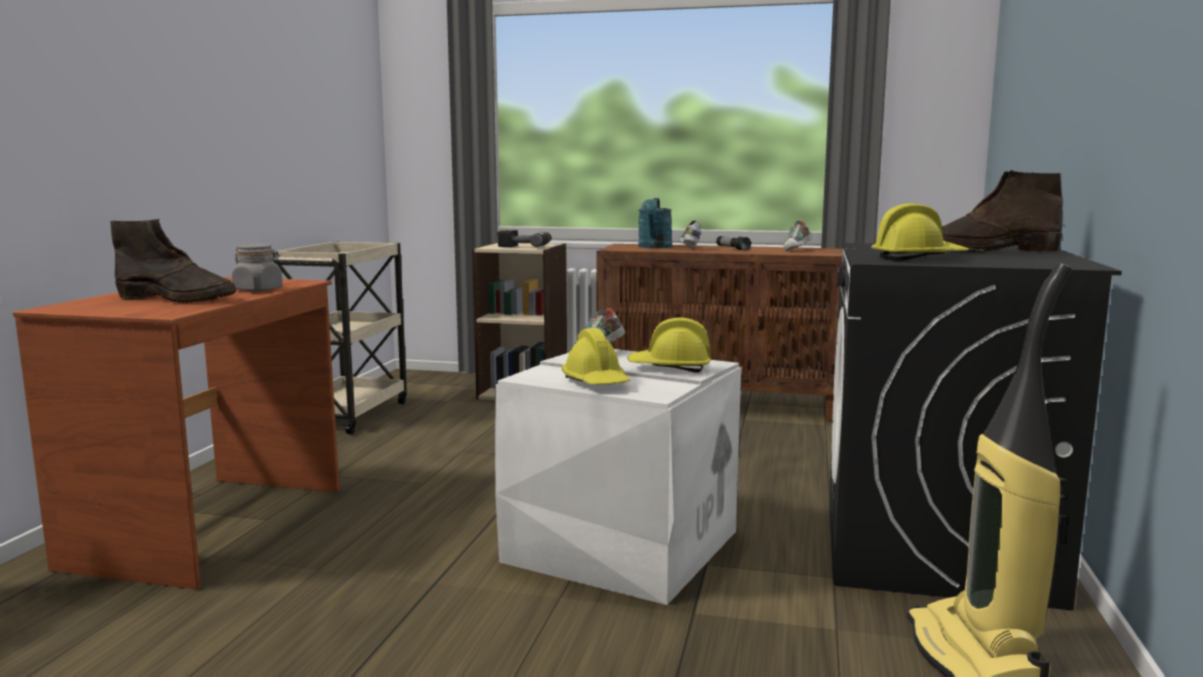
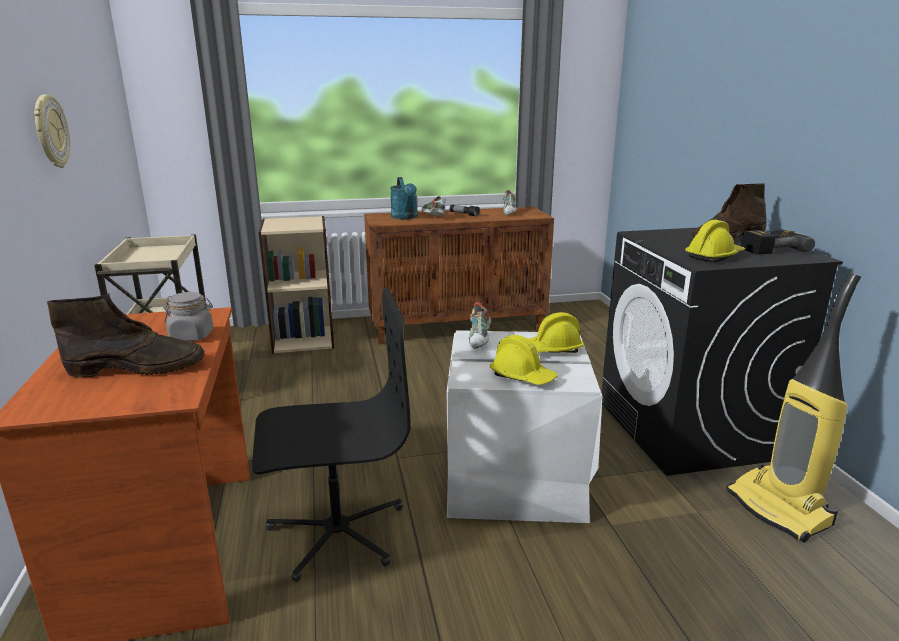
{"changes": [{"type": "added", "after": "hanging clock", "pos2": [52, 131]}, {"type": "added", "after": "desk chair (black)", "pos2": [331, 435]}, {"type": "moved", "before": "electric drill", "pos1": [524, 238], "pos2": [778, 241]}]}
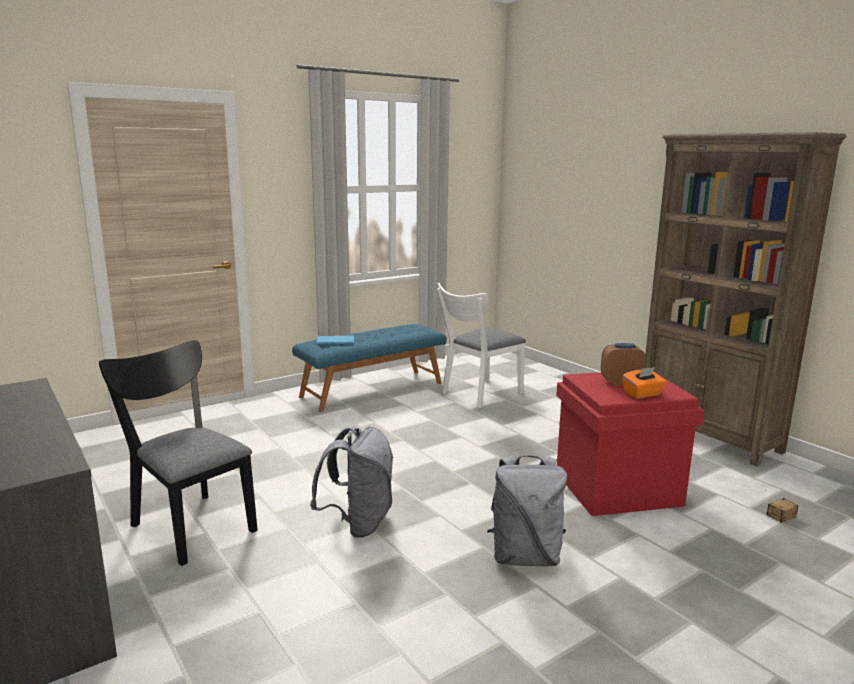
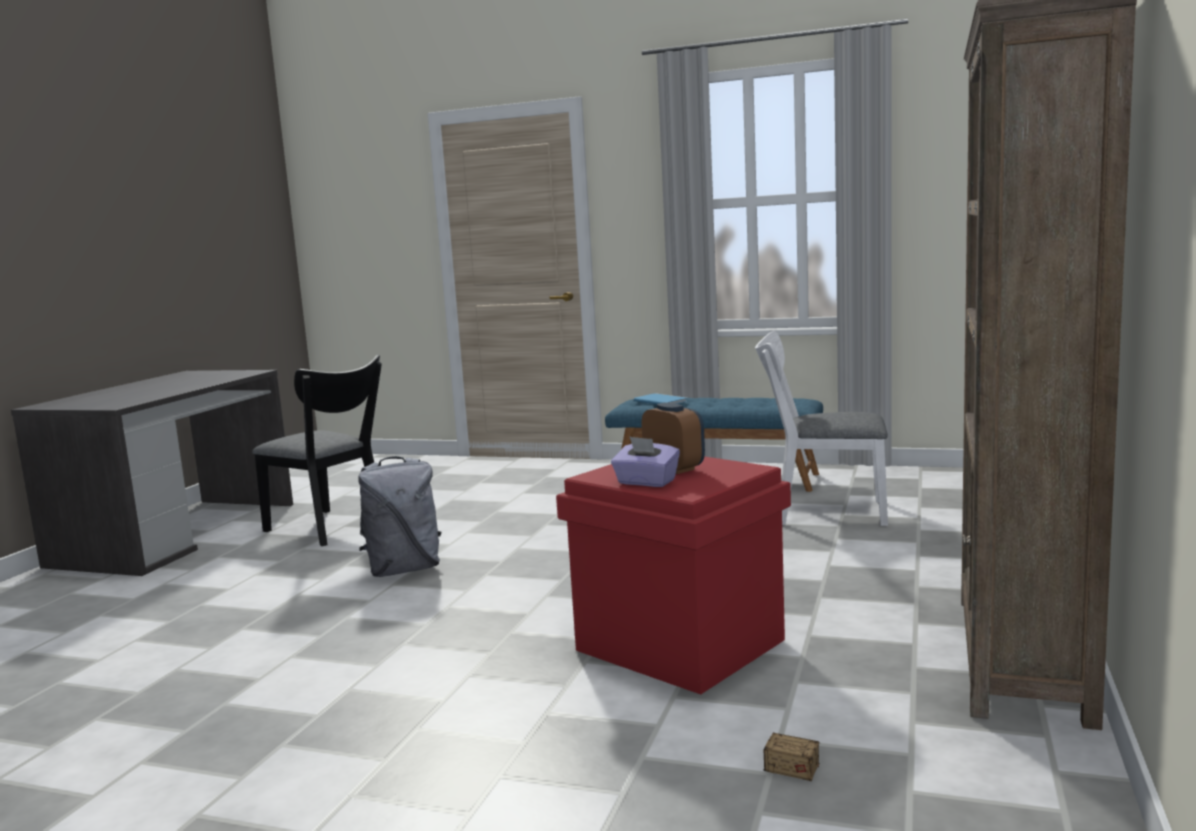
{"changes": [{"type": "turned", "before": "upright chair (black)", "pos1": [178, 453], "pos2": [317, 450], "turn": 120}, {"type": "recoloured", "before": "tissue holder (orangey)", "after": "tissue holder (purplish)", "pos1": [644, 383], "pos2": [645, 461]}, {"type": "removed", "before": "knapsack (greyish)", "pos1": [527, 510]}]}
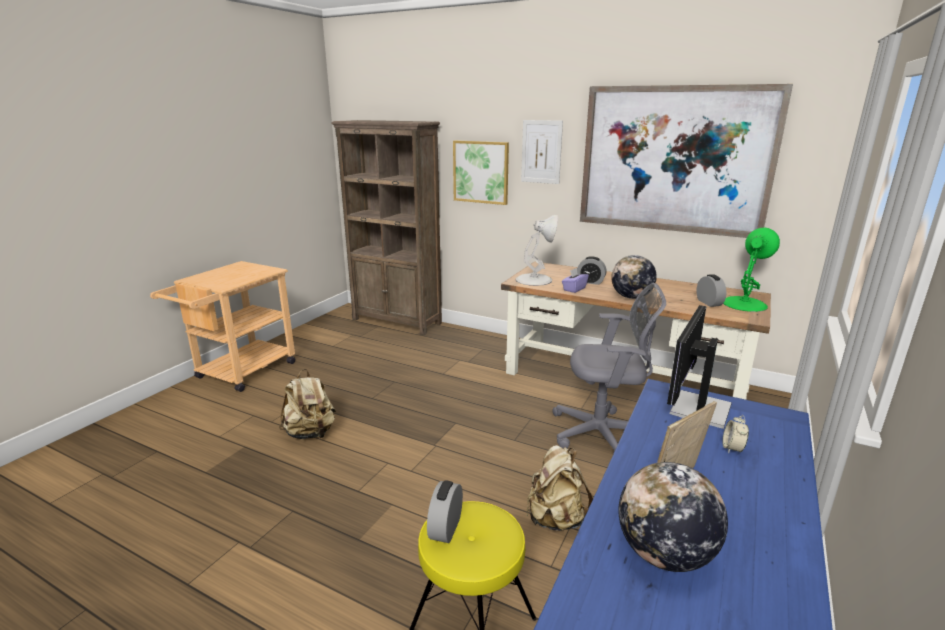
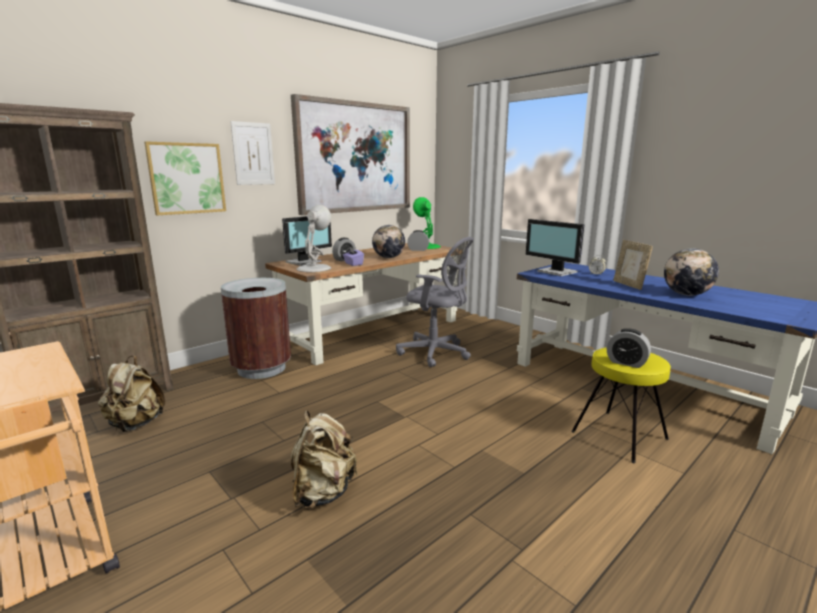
{"changes": [{"type": "moved", "before": "knapsack (sand-coloured)", "pos1": [560, 488], "pos2": [132, 393]}, {"type": "added", "after": "rubbish bin (brownish)", "pos2": [256, 328]}, {"type": "added", "after": "computer display", "pos2": [307, 241]}, {"type": "turned", "before": "desk chair (greyish)", "pos1": [609, 367], "pos2": [435, 302], "turn": 90}]}
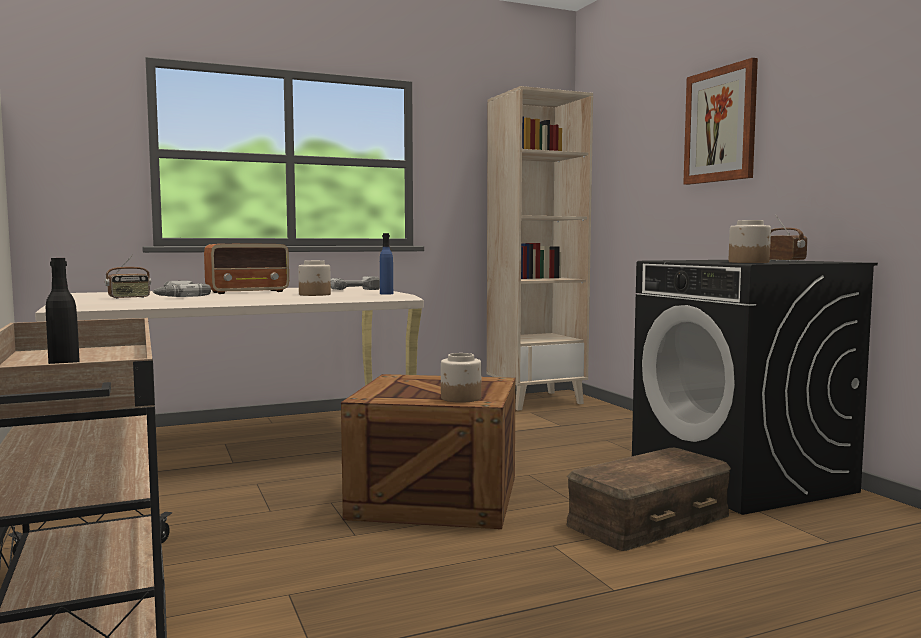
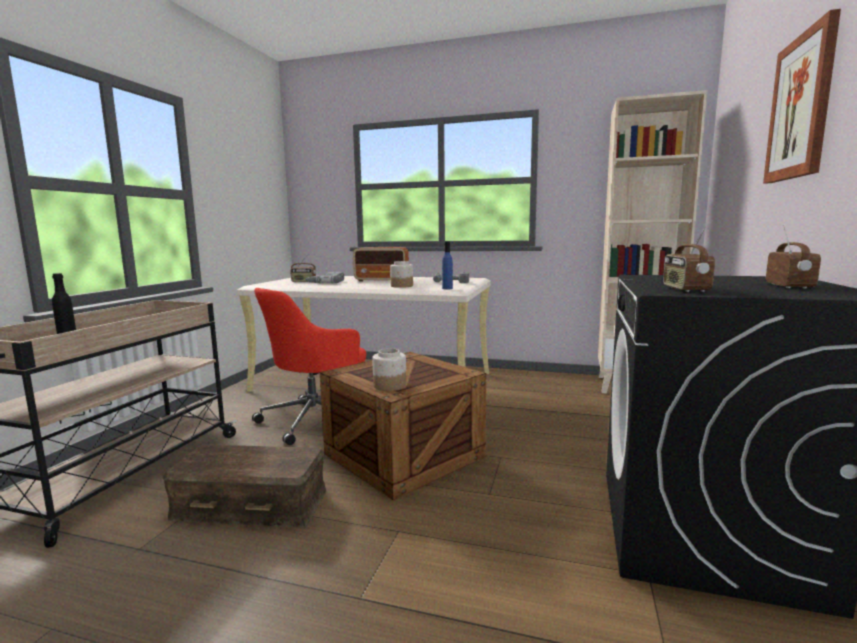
{"changes": [{"type": "moved", "before": "storage bin (brownish)", "pos1": [649, 499], "pos2": [244, 485]}, {"type": "added", "after": "desk chair (red-coloured)", "pos2": [309, 366]}, {"type": "replaced", "before": "preserve jar", "after": "radio", "pos1": [750, 241], "pos2": [689, 259]}]}
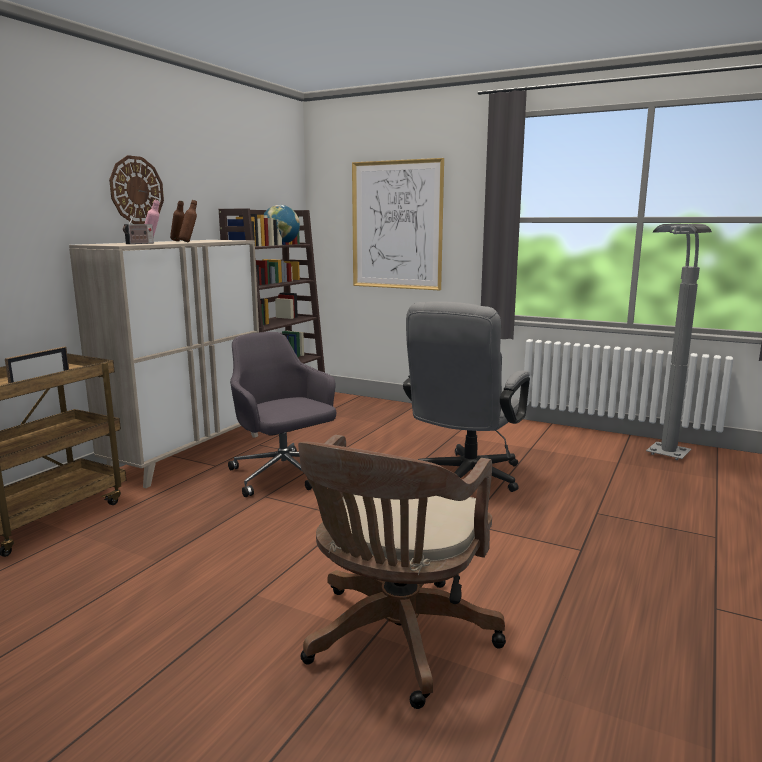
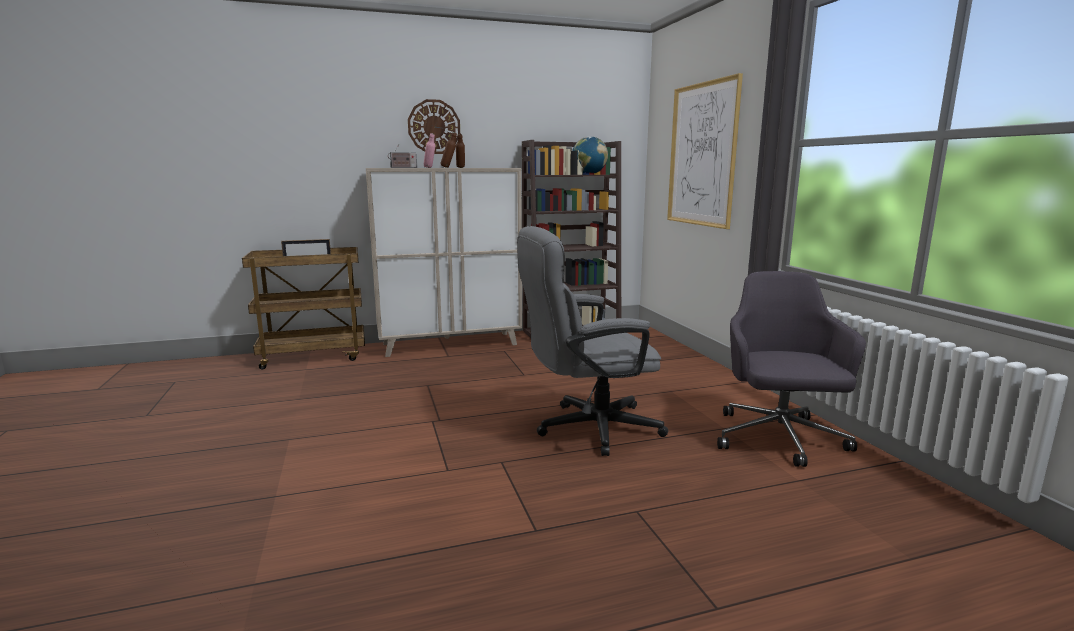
{"changes": [{"type": "moved", "before": "desk chair (greyish)", "pos1": [282, 414], "pos2": [791, 369]}, {"type": "removed", "before": "desk chair (brownish)", "pos1": [402, 572]}, {"type": "removed", "before": "floor lamp (greyish)", "pos1": [679, 342]}]}
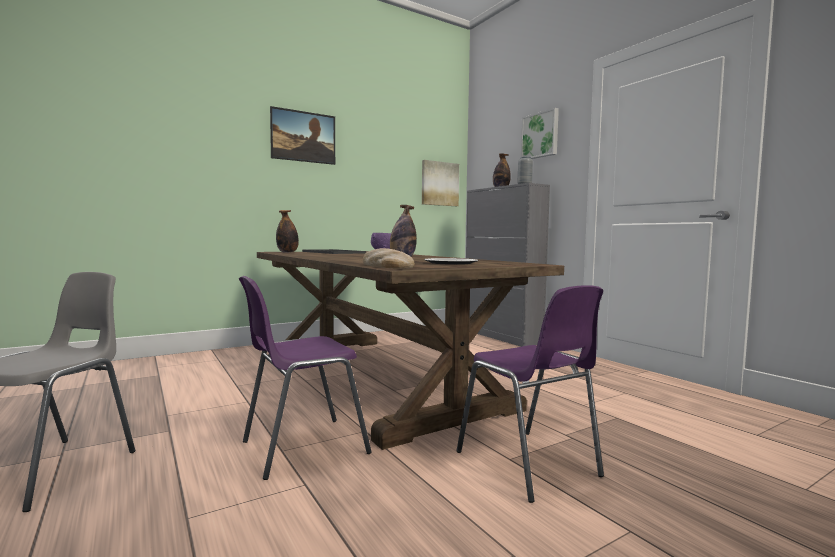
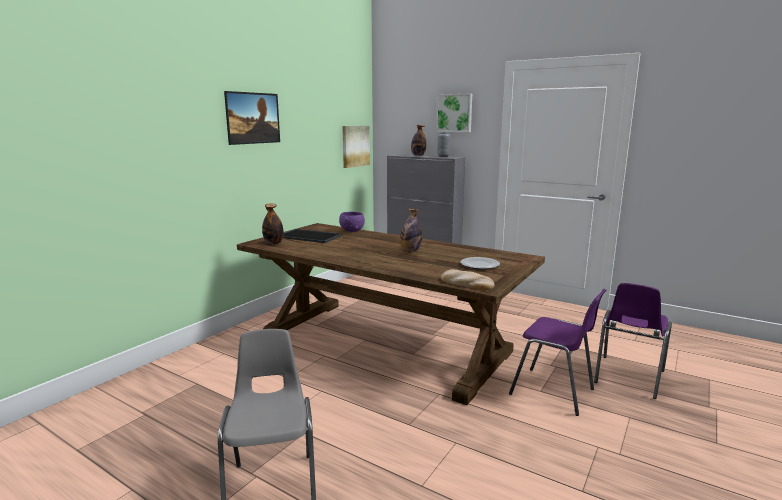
{"changes": [{"type": "moved", "before": "upright chair (purplish)", "pos1": [305, 378], "pos2": [633, 341]}]}
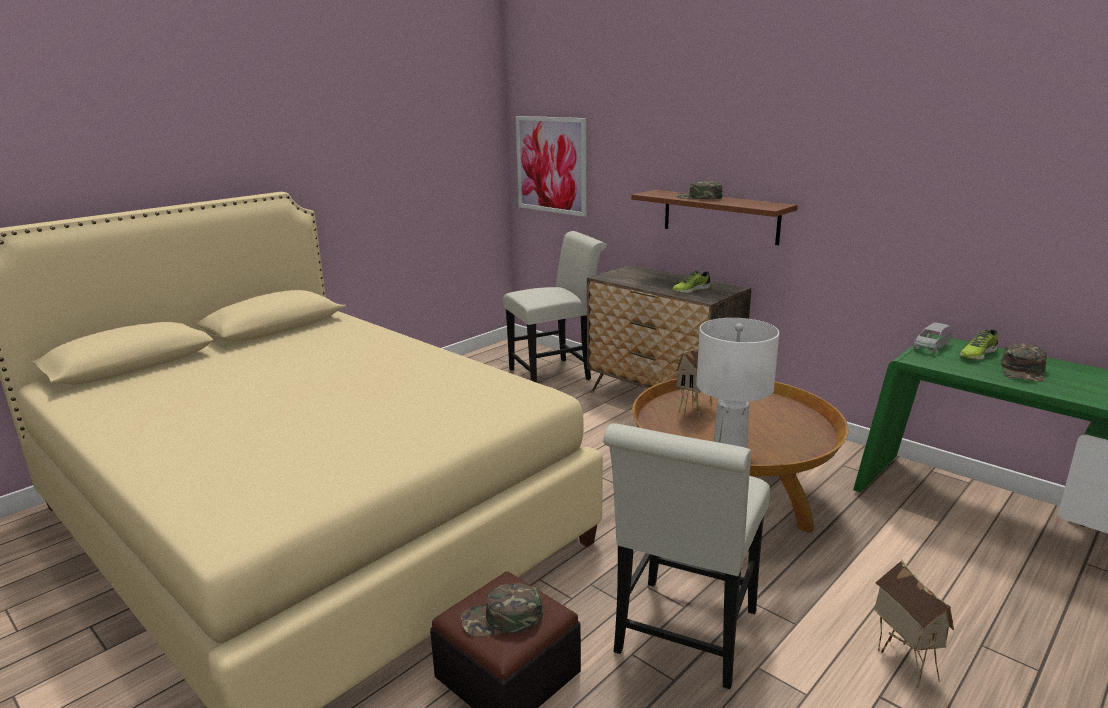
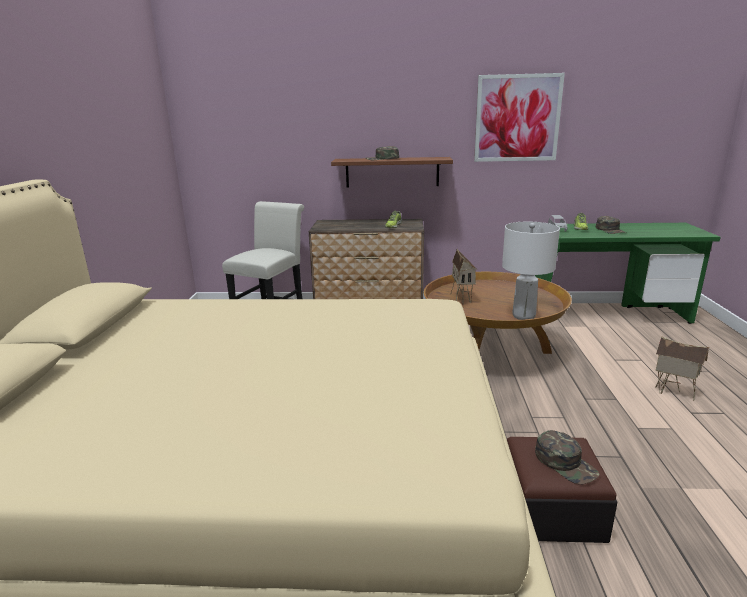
{"changes": [{"type": "moved", "before": "wall picture", "pos1": [551, 166], "pos2": [519, 117]}, {"type": "turned", "before": "cap (green)", "pos1": [502, 610], "pos2": [567, 457], "turn": -75}, {"type": "removed", "before": "upright chair (white)", "pos1": [686, 556]}]}
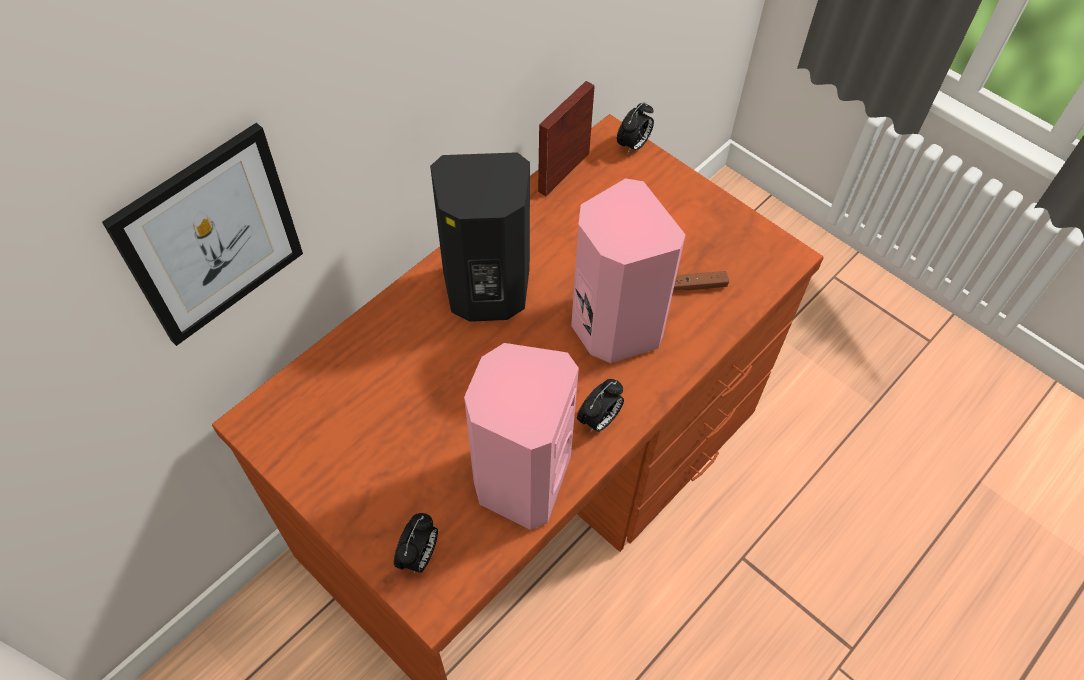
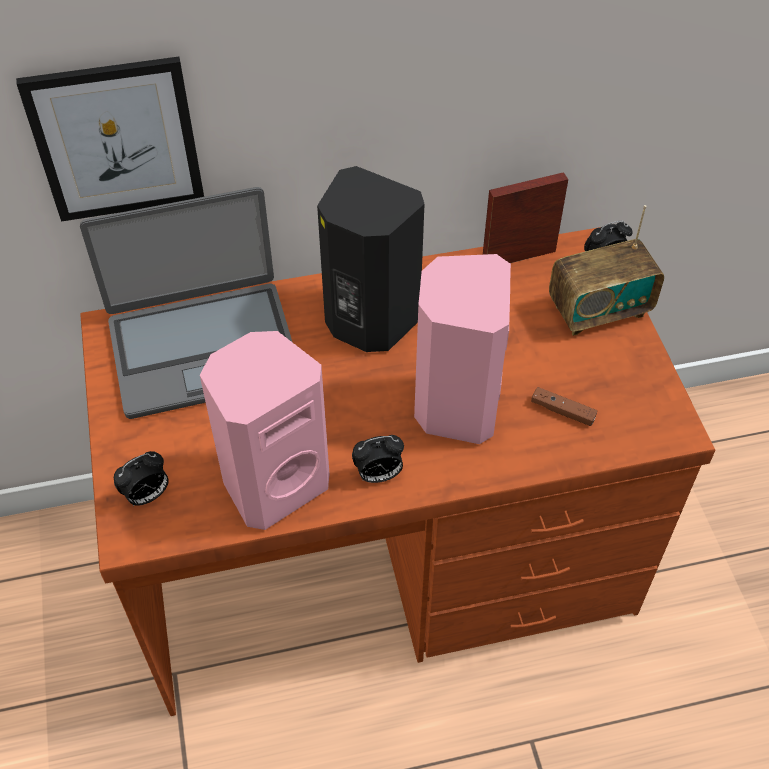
{"changes": [{"type": "added", "after": "portable computer", "pos2": [186, 303]}, {"type": "added", "after": "radio", "pos2": [606, 270]}]}
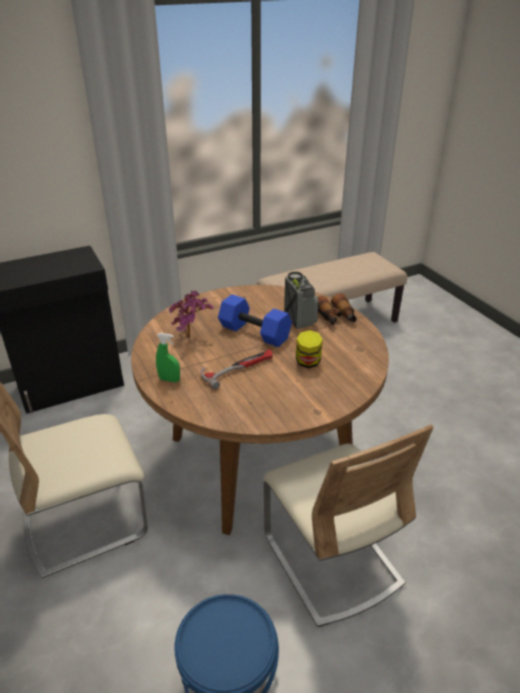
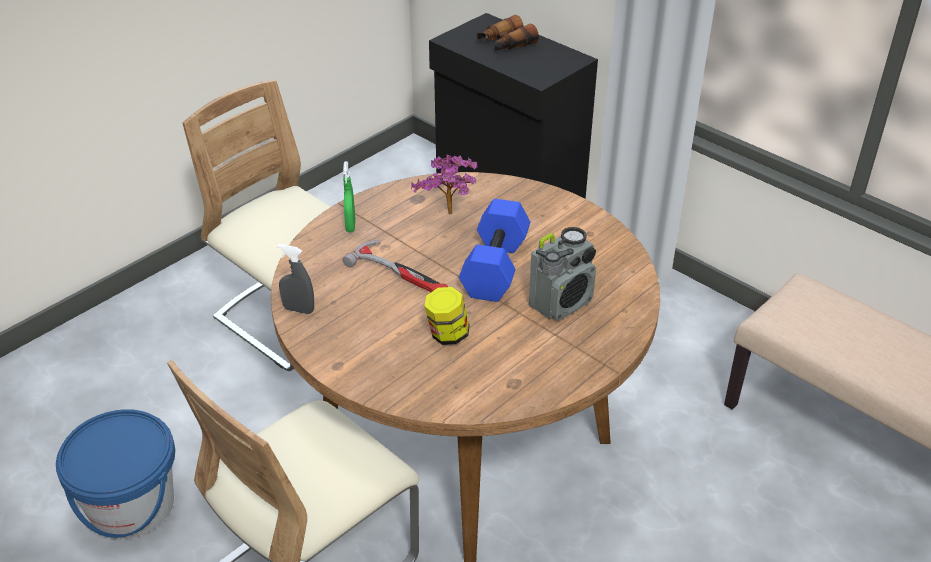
{"changes": [{"type": "added", "after": "sprayer (greyish)", "pos2": [295, 279]}, {"type": "moved", "before": "binoculars", "pos1": [337, 309], "pos2": [508, 33]}]}
